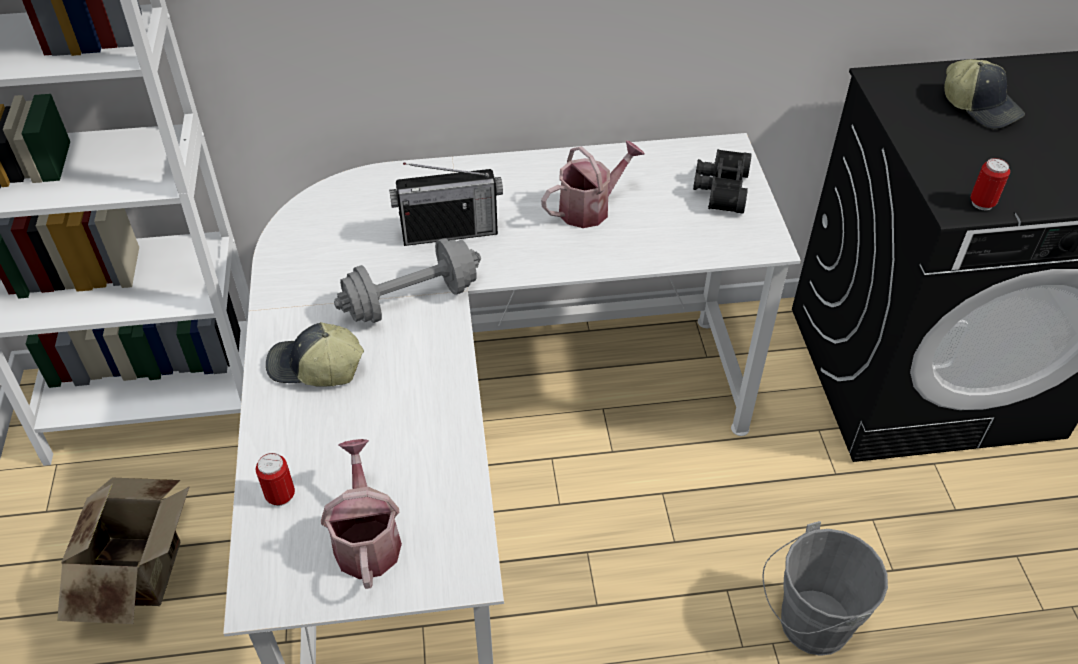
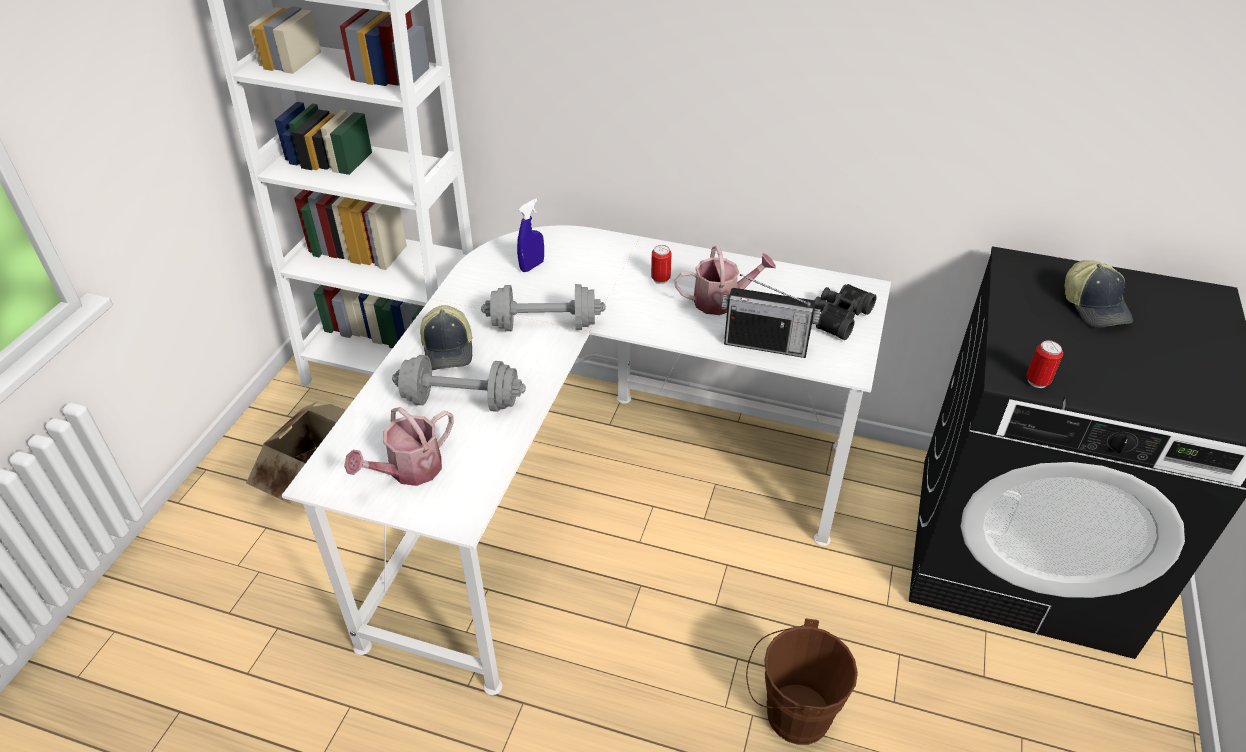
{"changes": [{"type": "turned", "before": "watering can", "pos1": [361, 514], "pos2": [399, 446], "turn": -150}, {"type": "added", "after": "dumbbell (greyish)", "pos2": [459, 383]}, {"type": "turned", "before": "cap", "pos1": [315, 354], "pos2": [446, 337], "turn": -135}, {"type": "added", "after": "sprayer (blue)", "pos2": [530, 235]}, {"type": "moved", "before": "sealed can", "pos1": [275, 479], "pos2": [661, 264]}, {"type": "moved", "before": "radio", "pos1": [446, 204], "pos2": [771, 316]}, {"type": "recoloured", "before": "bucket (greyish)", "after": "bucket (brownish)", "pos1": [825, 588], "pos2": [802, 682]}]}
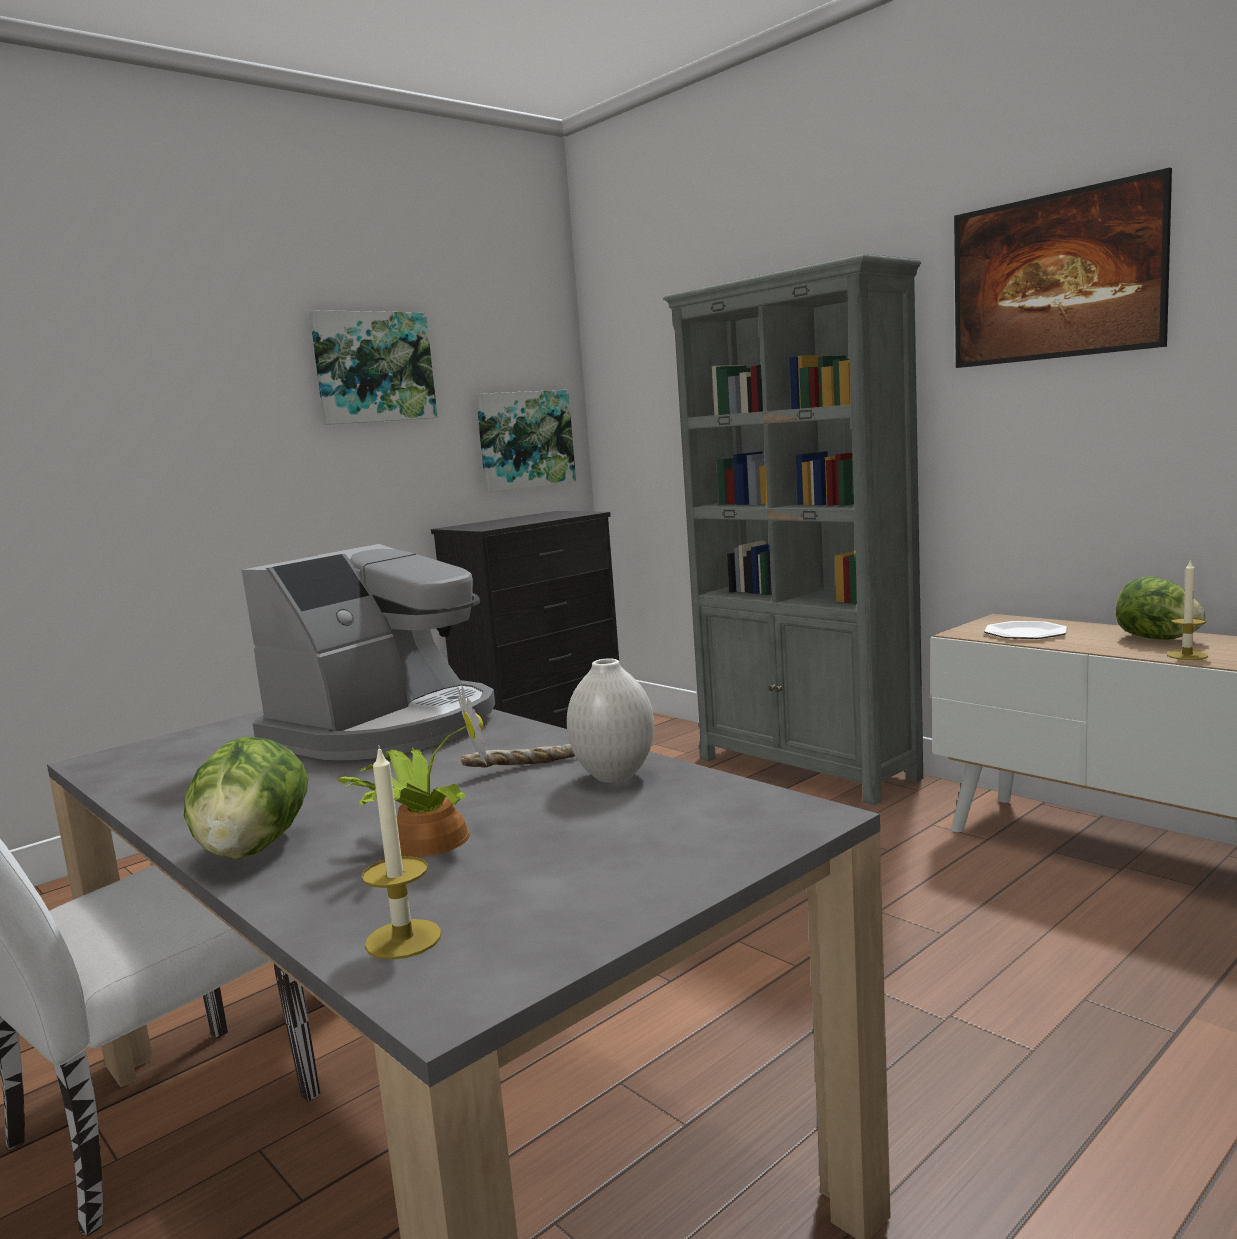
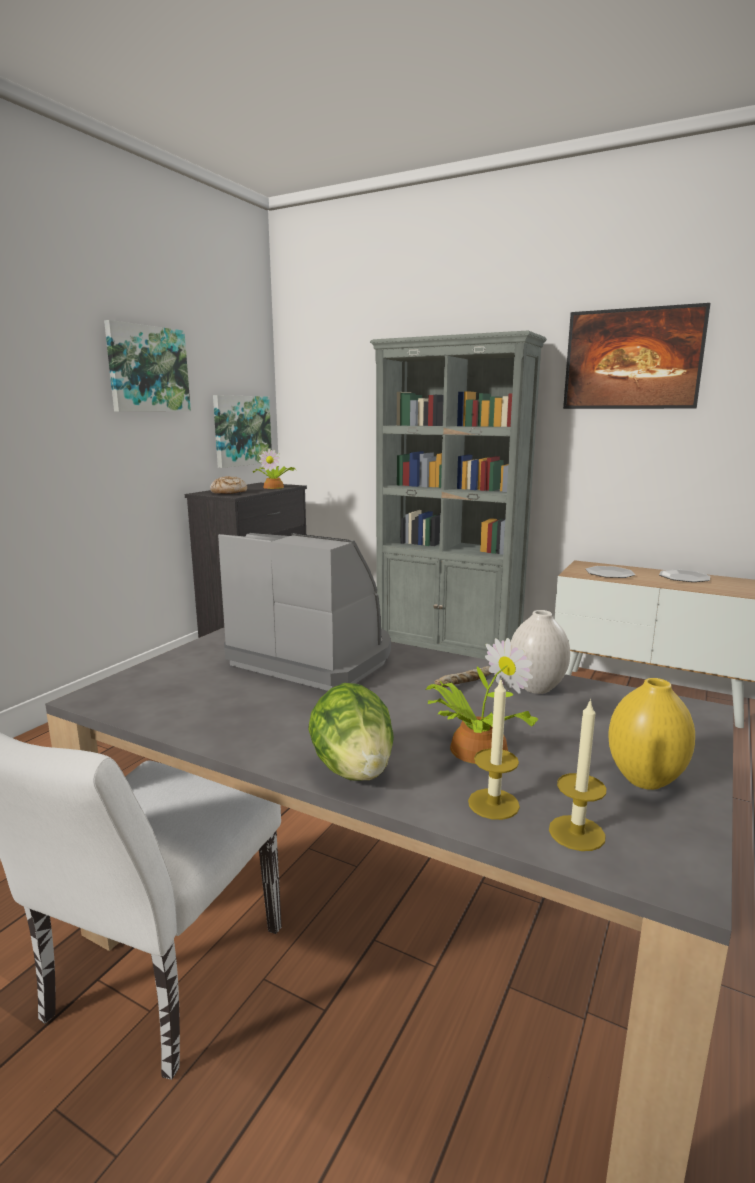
{"changes": [{"type": "added", "after": "baked bread", "pos2": [228, 485]}, {"type": "turned", "before": "coffee maker", "pos1": [368, 652], "pos2": [304, 612], "turn": -75}, {"type": "added", "after": "houseplant", "pos2": [274, 468]}, {"type": "moved", "before": "wax light", "pos1": [1187, 609], "pos2": [494, 750]}, {"type": "added", "after": "vase (yellowish)", "pos2": [651, 734]}, {"type": "replaced", "before": "lettuce head", "after": "flat dish", "pos1": [1161, 608], "pos2": [684, 575]}]}
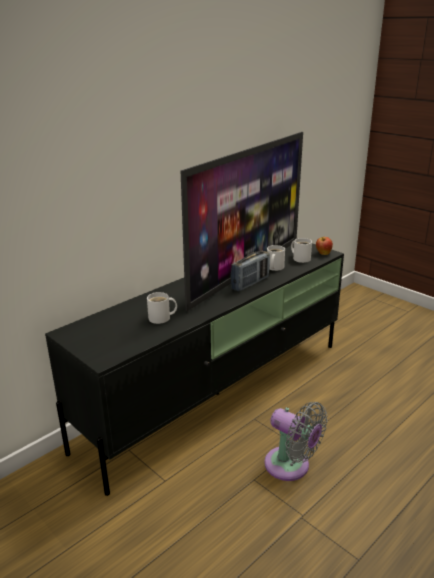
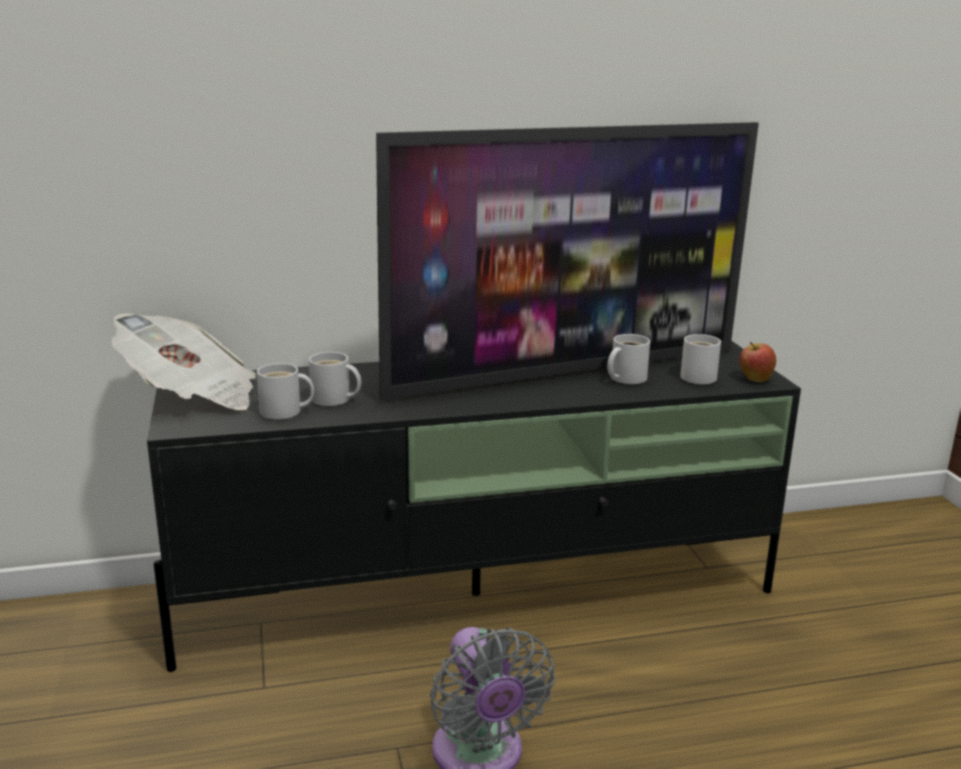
{"changes": [{"type": "added", "after": "newspaper", "pos2": [183, 361]}, {"type": "added", "after": "mug (white)", "pos2": [285, 391]}, {"type": "removed", "before": "radio", "pos1": [250, 271]}]}
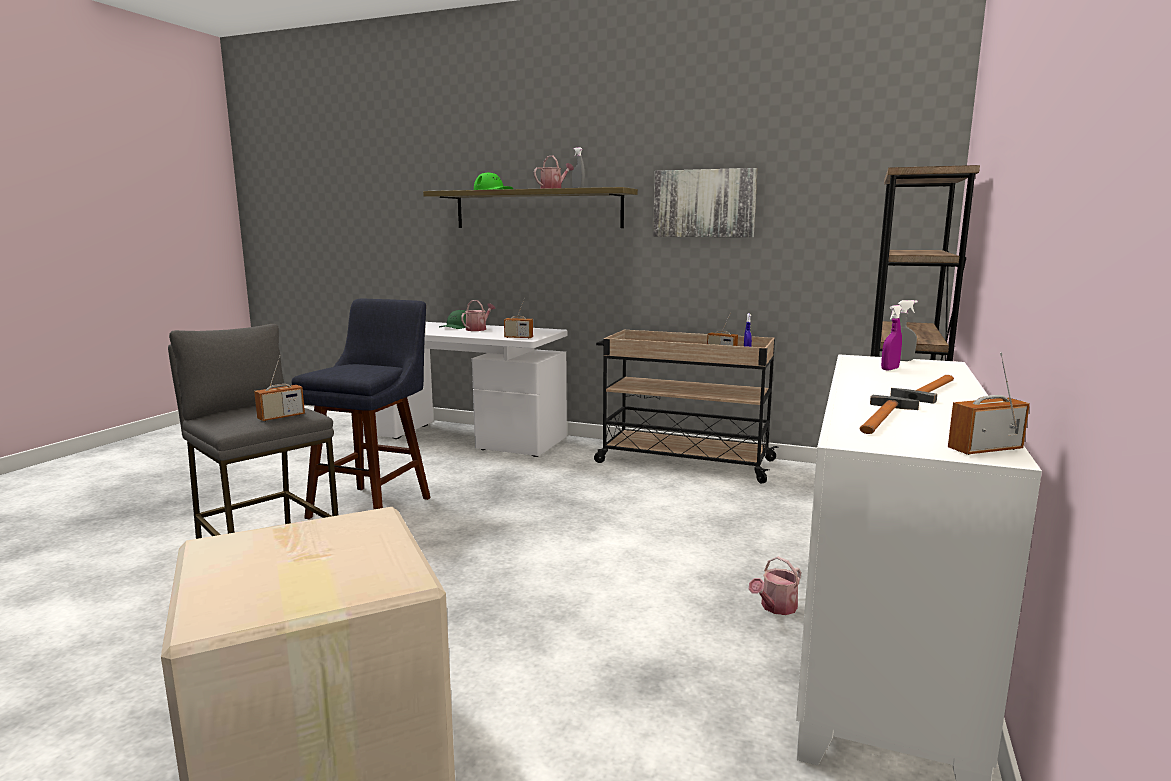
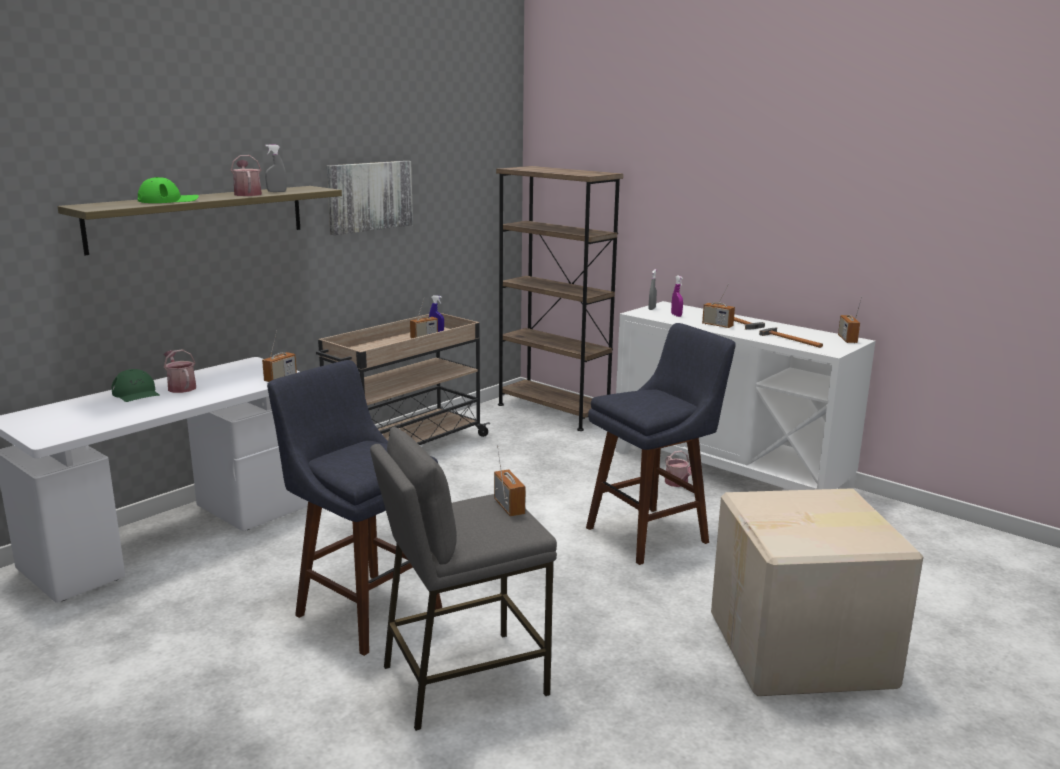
{"changes": [{"type": "added", "after": "sitting stool (blue)", "pos2": [661, 444]}, {"type": "added", "after": "radio", "pos2": [718, 305]}]}
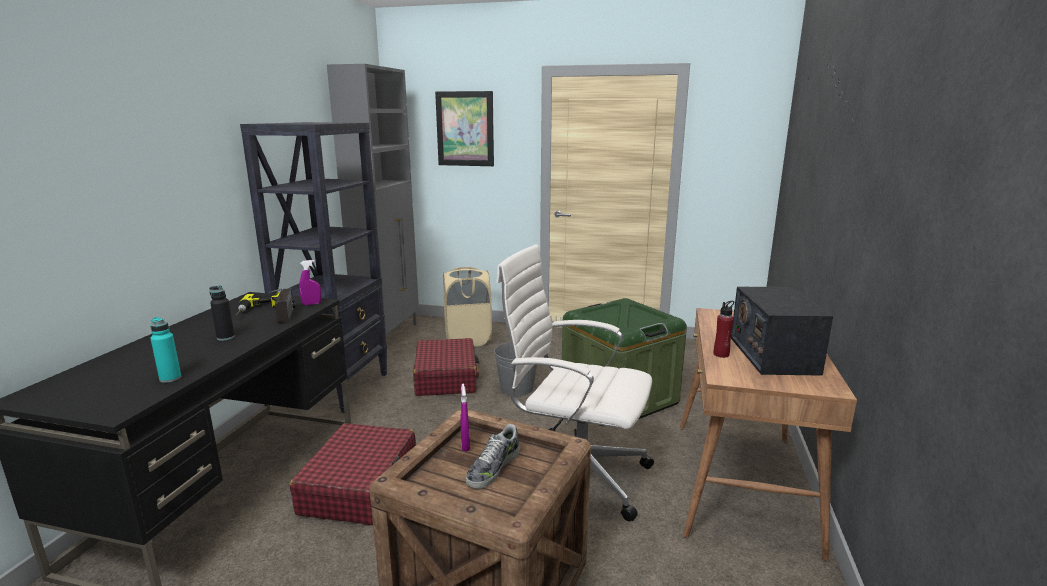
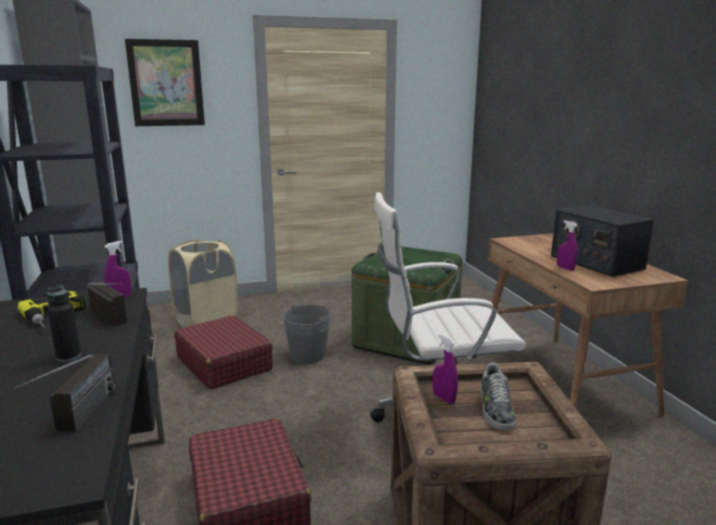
{"changes": [{"type": "replaced", "before": "bottle (turquoise-coloured)", "after": "radio", "pos1": [165, 350], "pos2": [65, 392]}, {"type": "replaced", "before": "bottle (red-coloured)", "after": "sprayer (purplish)", "pos1": [724, 329], "pos2": [567, 245]}]}
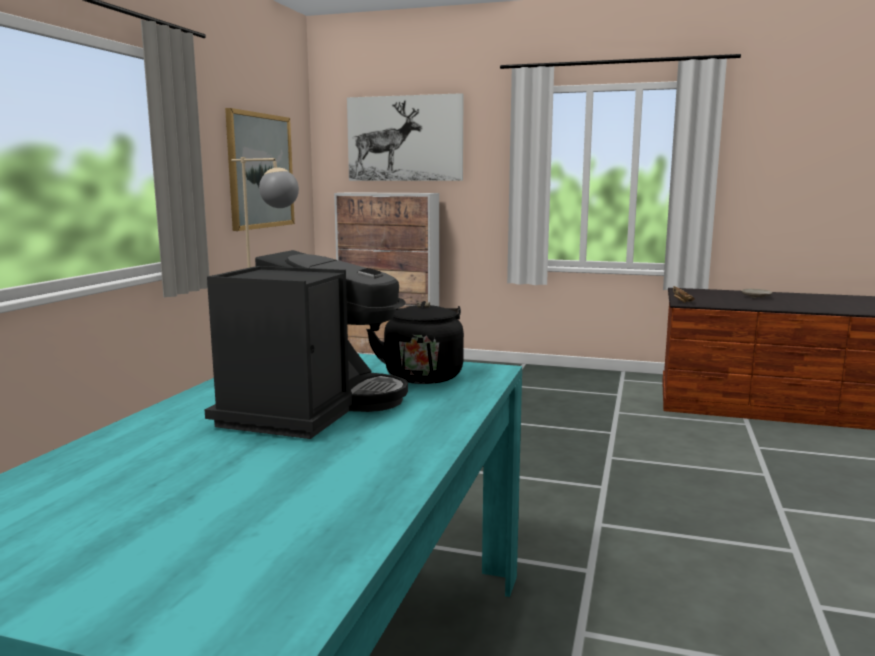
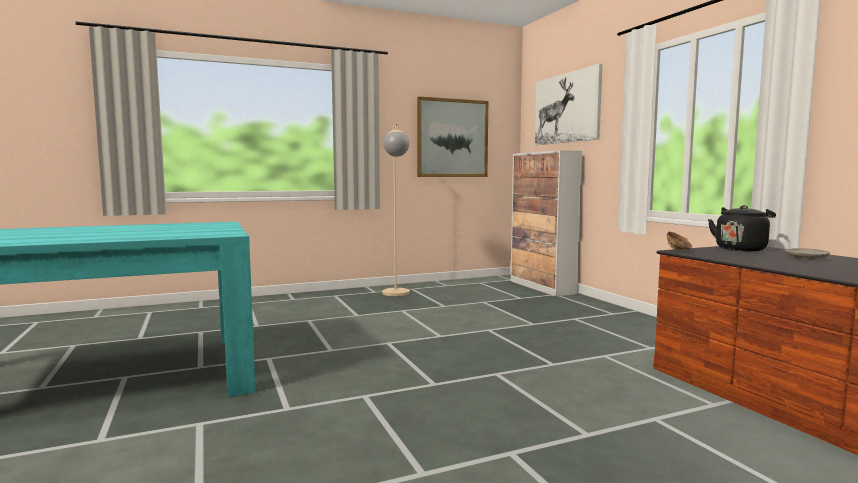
{"changes": [{"type": "moved", "before": "water kettle (black)", "pos1": [415, 342], "pos2": [742, 228]}, {"type": "removed", "before": "coffee maker", "pos1": [306, 344]}]}
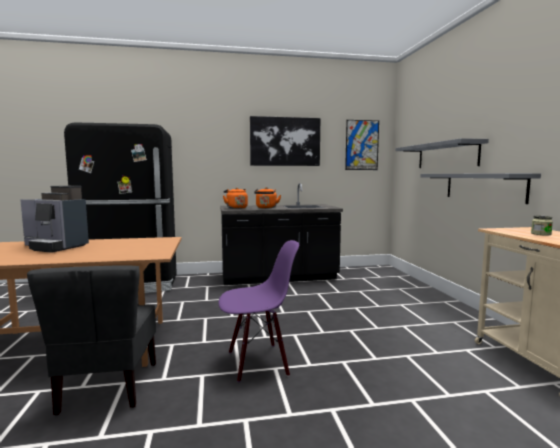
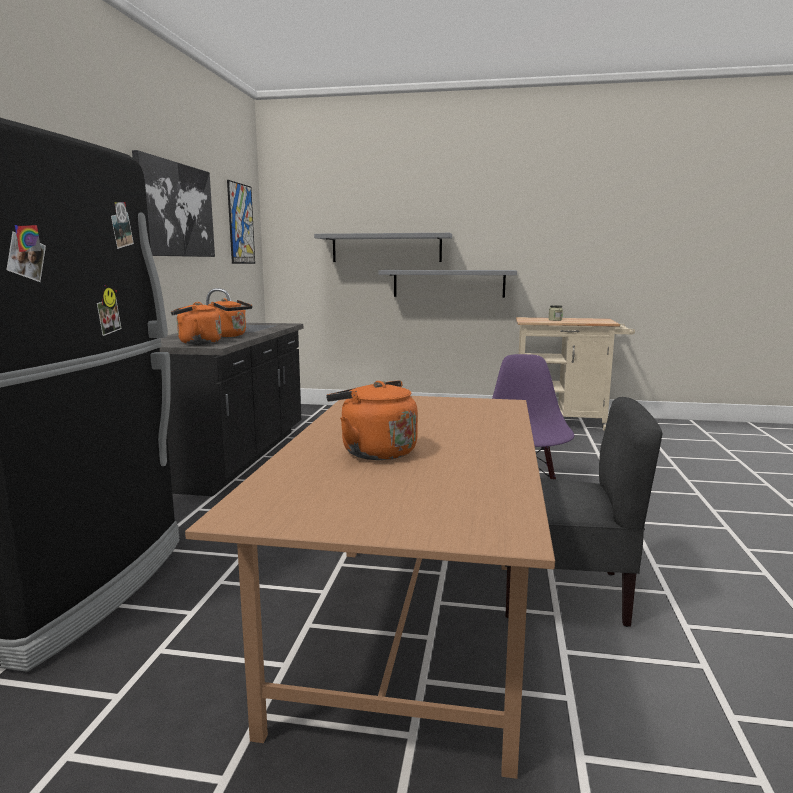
{"changes": [{"type": "replaced", "before": "coffee maker", "after": "water kettle (orangey)", "pos1": [54, 219], "pos2": [372, 420]}]}
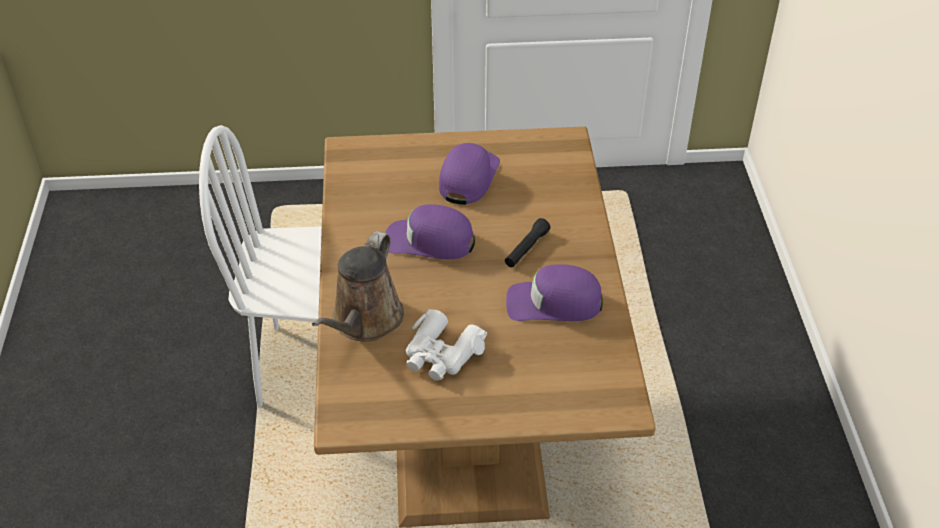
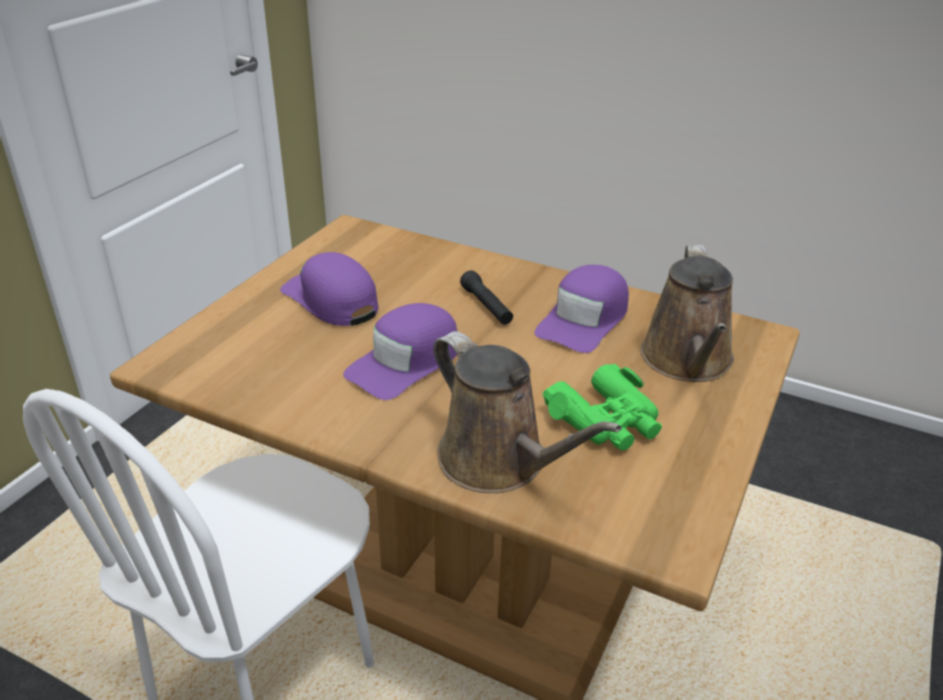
{"changes": [{"type": "recoloured", "before": "binoculars (white)", "after": "binoculars (green)", "pos1": [446, 345], "pos2": [602, 407]}, {"type": "added", "after": "watering can (brownish)", "pos2": [687, 313]}]}
